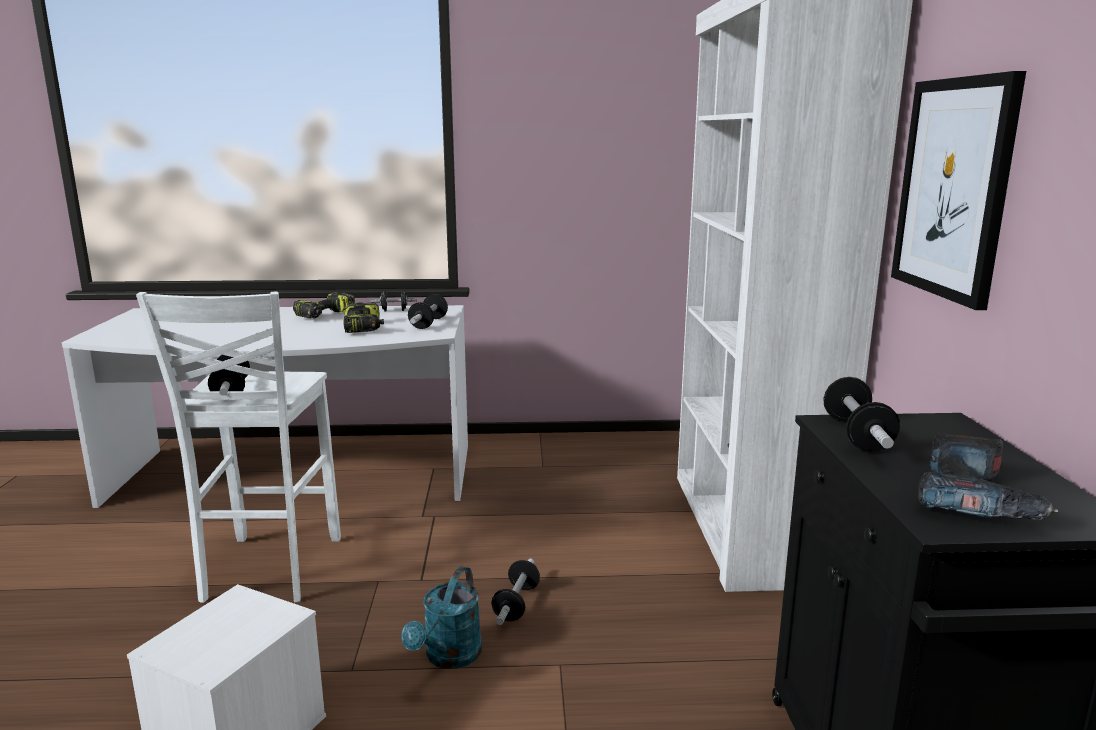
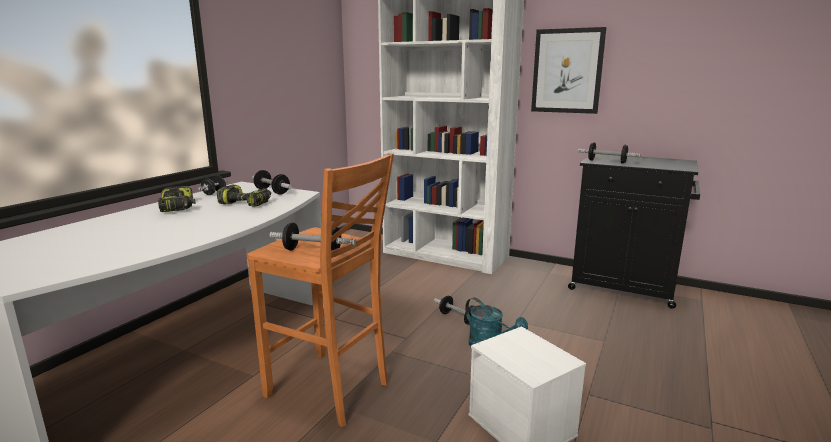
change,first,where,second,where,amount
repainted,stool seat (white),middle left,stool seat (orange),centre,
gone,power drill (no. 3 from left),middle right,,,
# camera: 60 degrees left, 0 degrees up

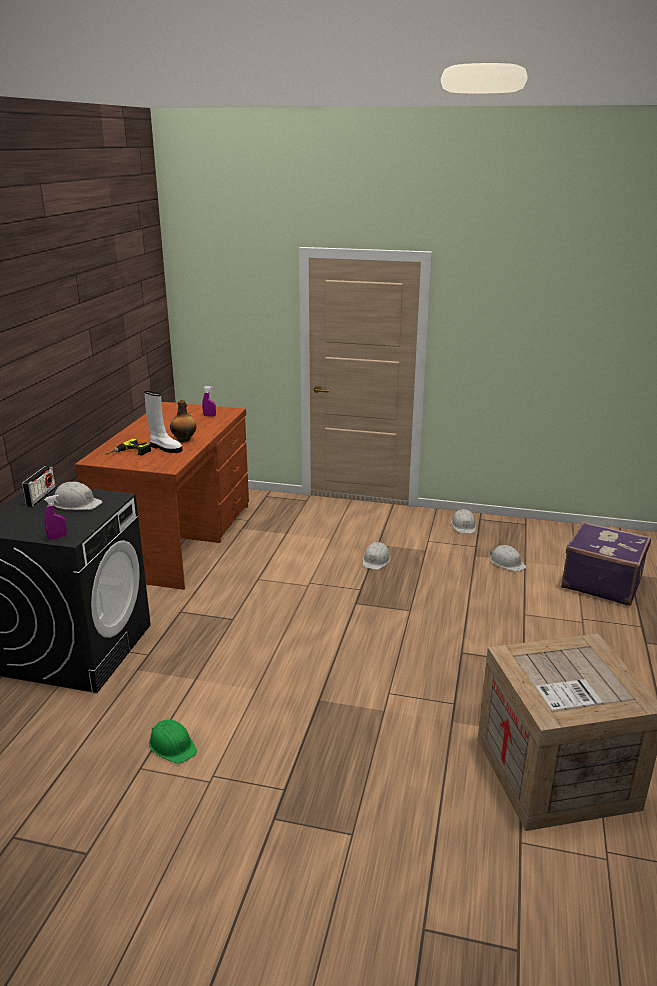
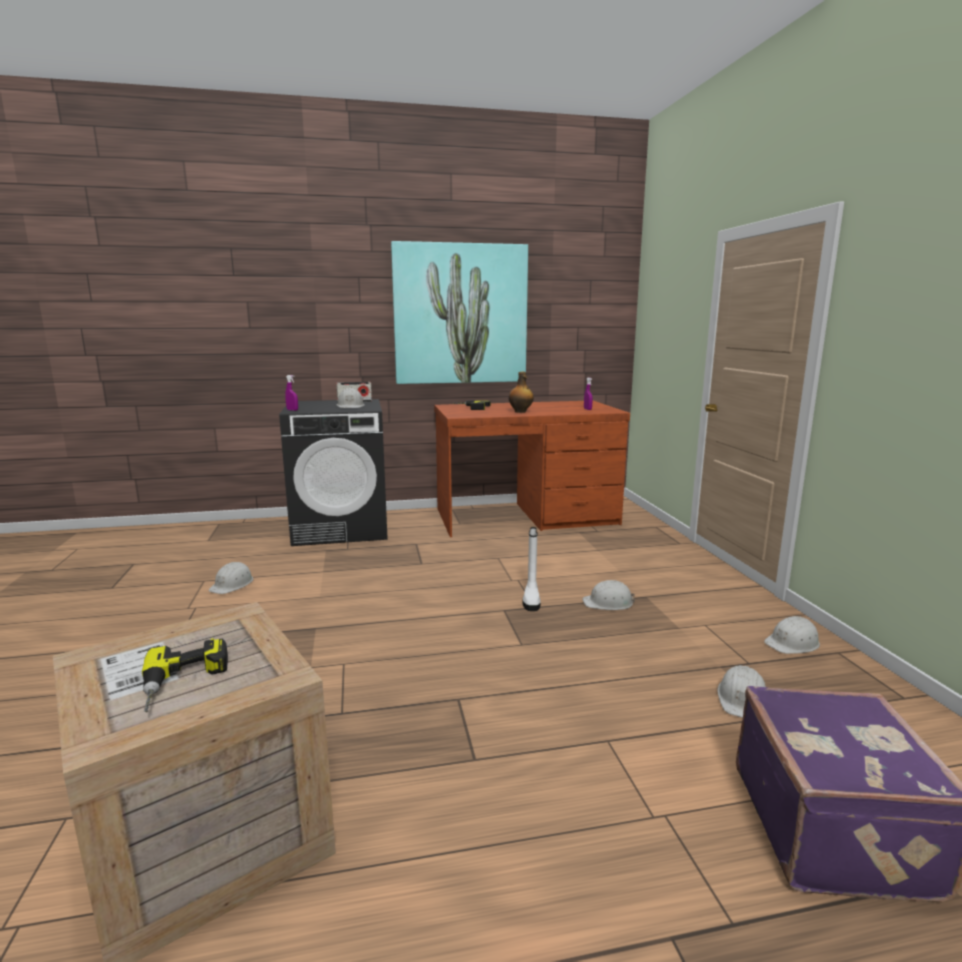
change,first,where,second,where,amount
new,,,power drill (no. 1 from left),bottom left,
repainted,safety helmet (green),bottom left,safety helmet (white) (no. 1 from left),middle left,
new,,,picture,top centre,
shifted,boot (white),middle left,,centre,
# camera: 65 degrees right, 10 degrees down

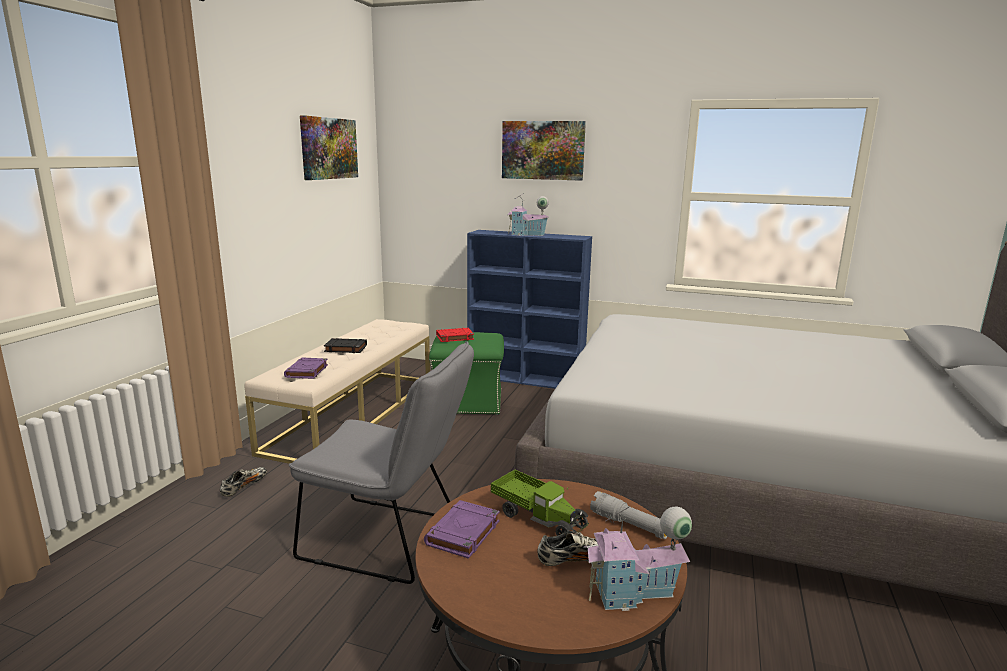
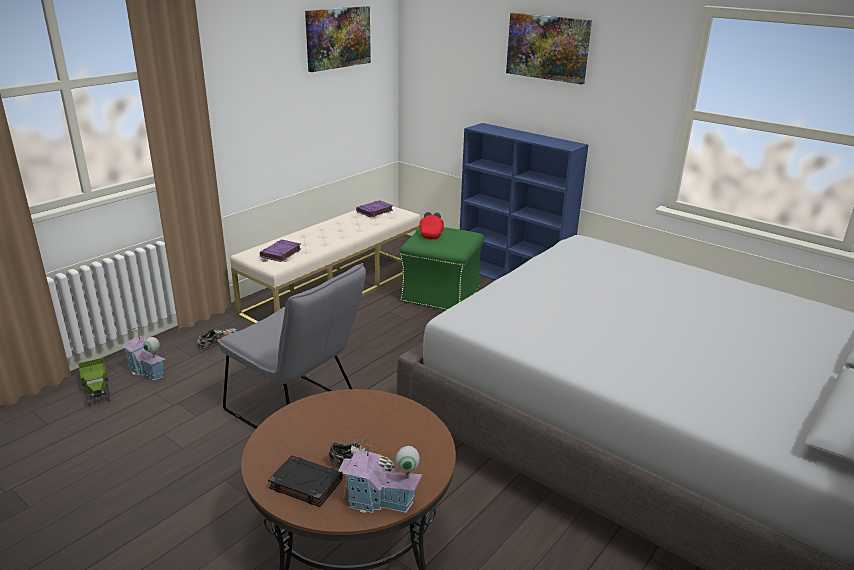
change,first,where,second,where,amount
shifted,model truck,bottom centre,,bottom left,
shifted,miniature house (no. 1 from left),top centre,,middle left,
shifted,volume (blackish),centre,,bottom centre,
shifted,volume (purple-coloured) (no. 2 from left),bottom centre,,centre,
swapped,volume (red-coloured),centre,baseball cap (red-coloured),centre,
gone,torch (grey),bottom centre,,,
# camera: 20 degrees right, 10 degrees up

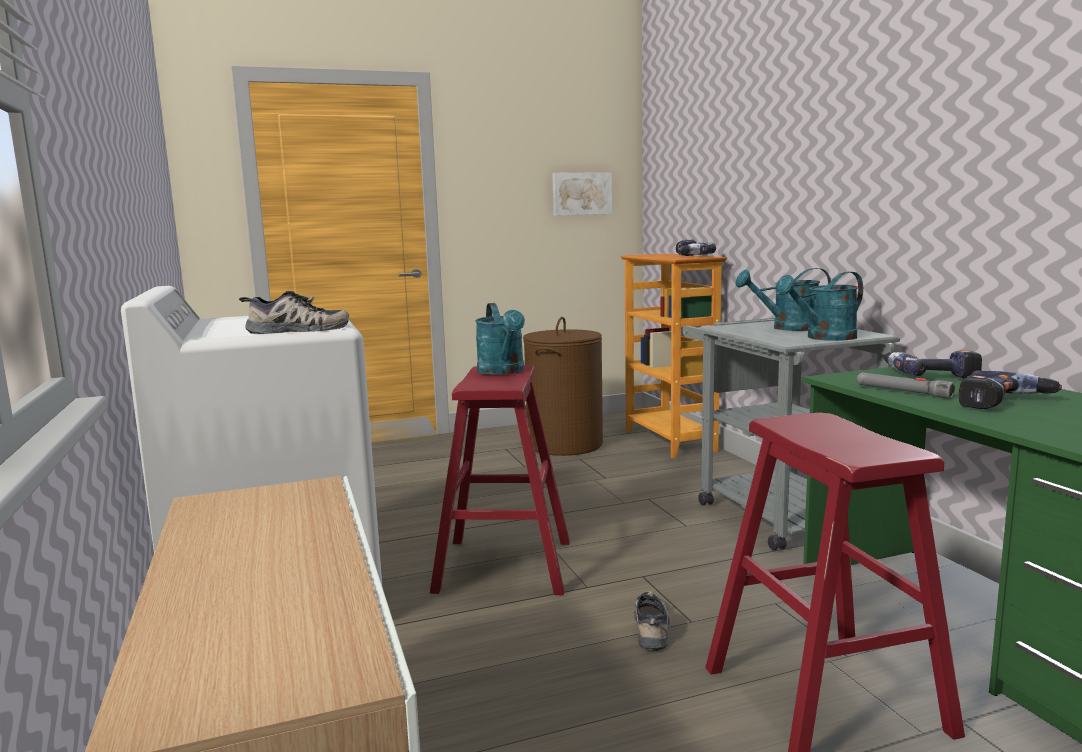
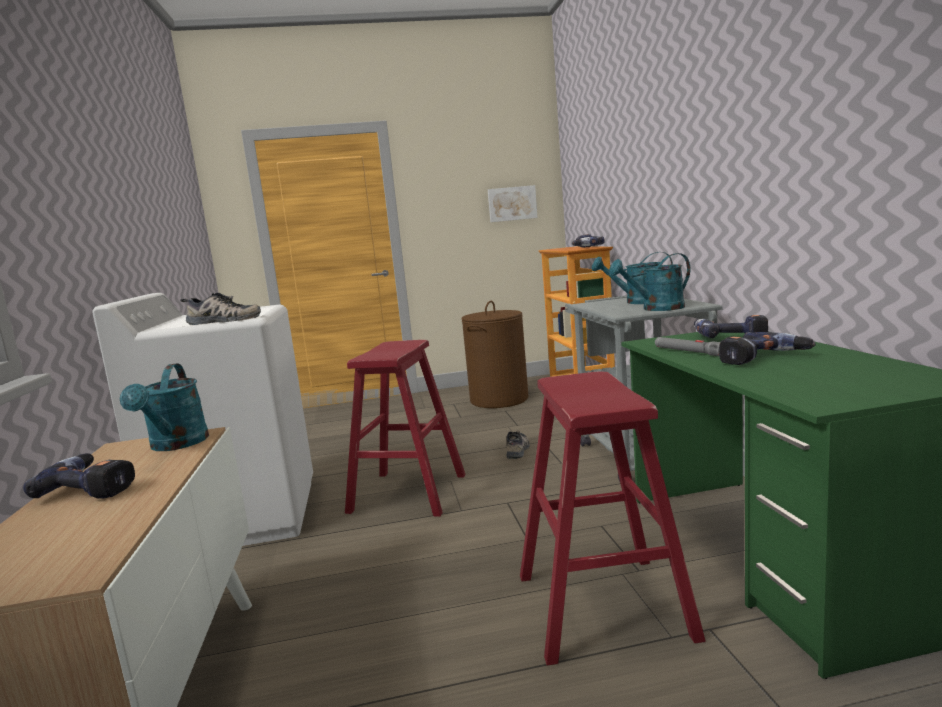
change,first,where,second,where,amount
new,,,power drill (no. 1 from left),bottom left,
shifted,watering can (turquoise-coloured) (no. 1 from left),centre,,middle left,
shifted,shoe (no. 2 from left),bottom centre,,centre,
# camera: 10 degrees right, 0 degrees up

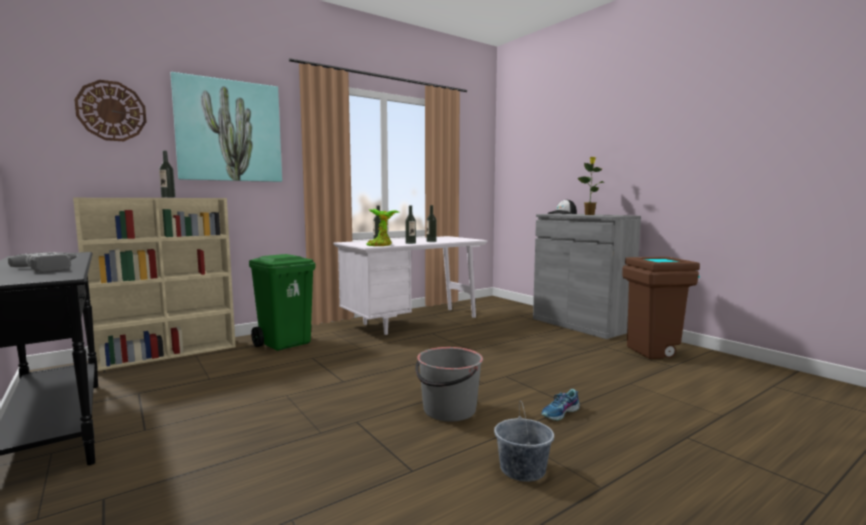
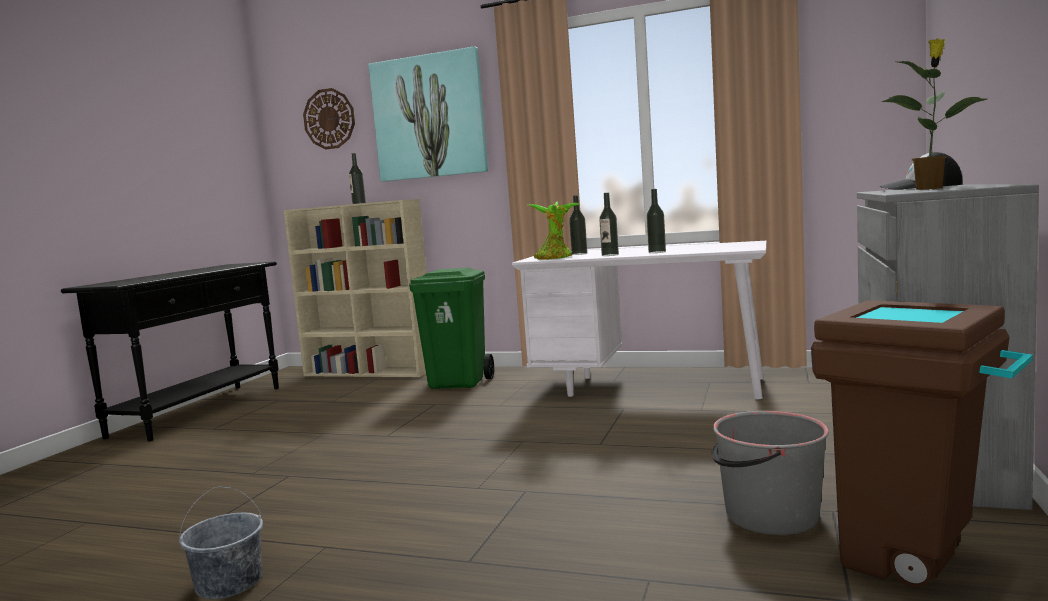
change,first,where,second,where,amount
shifted,water bucket (grey) (no. 1 from left in the first image),bottom centre,water bucket (grey) (no. 2 from left),bottom right,
gone,power drill,middle left,,,
gone,shoe,bottom centre,,,
# camera: 55 degrees right, 0 degrees up

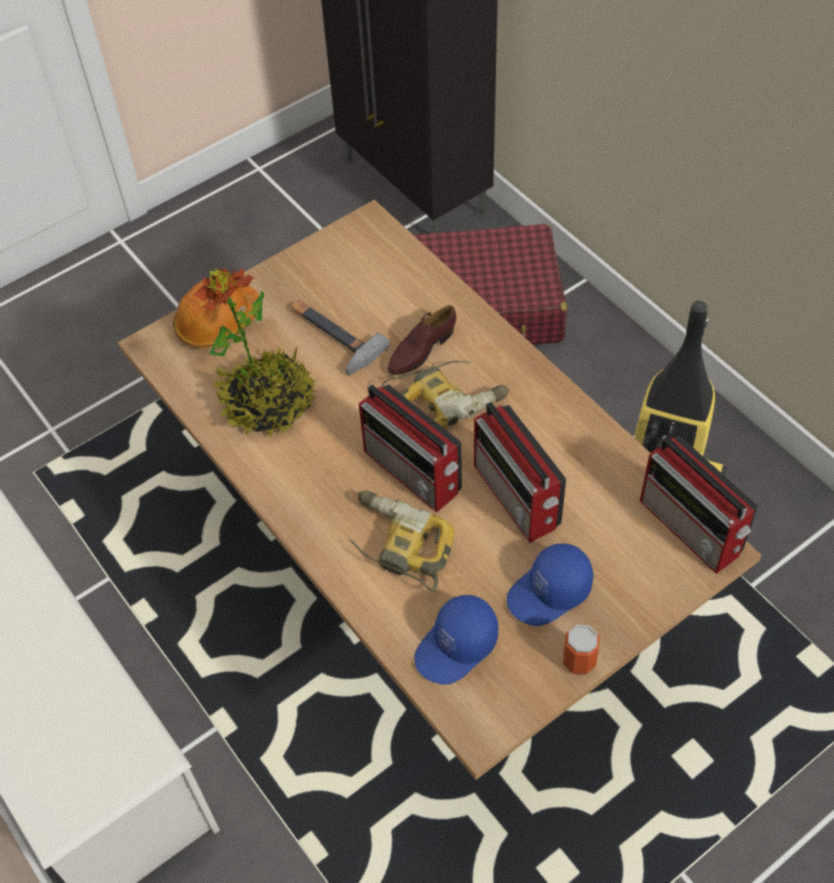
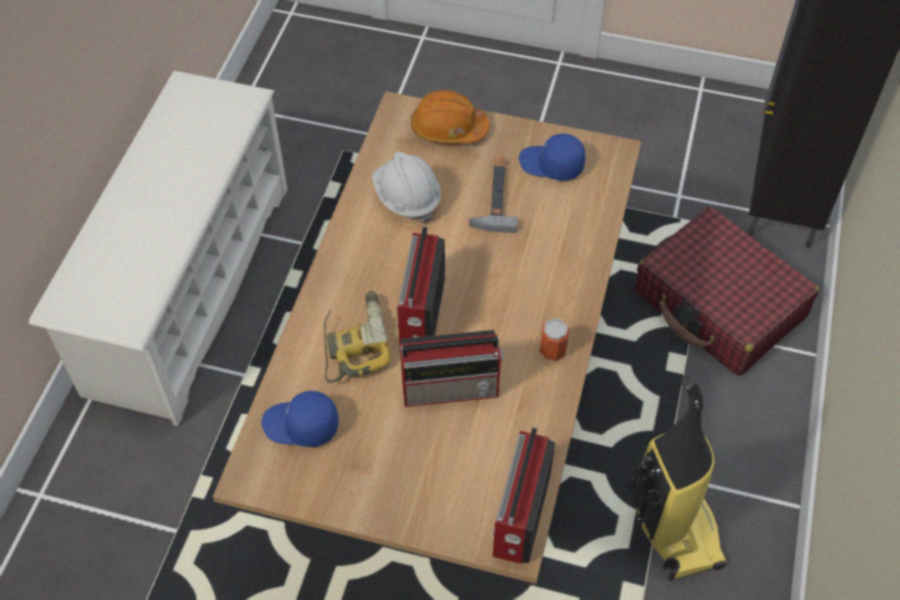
change,first,where,second,where,amount
swapped,potted plant,middle left,safety helmet (white),top centre,
rotated,radio receiver (no. 2 from left),centre,,centre,120 degrees counterclockwise
shifted,baseball cap (blue) (no. 2 from left),centre,,top centre,
shifted,metal can,bottom right,,centre,
gone,power drill (no. 2 from left),centre,,,
gone,shoe (brown-coloured),centre,,,
# camera: 50 degrees right, 0 degrees up

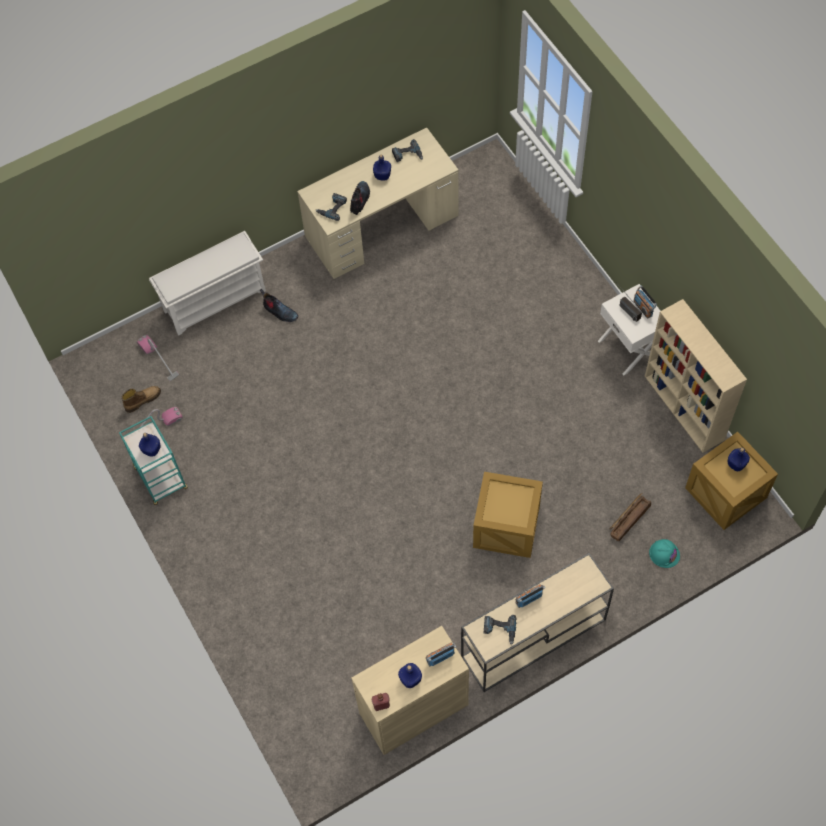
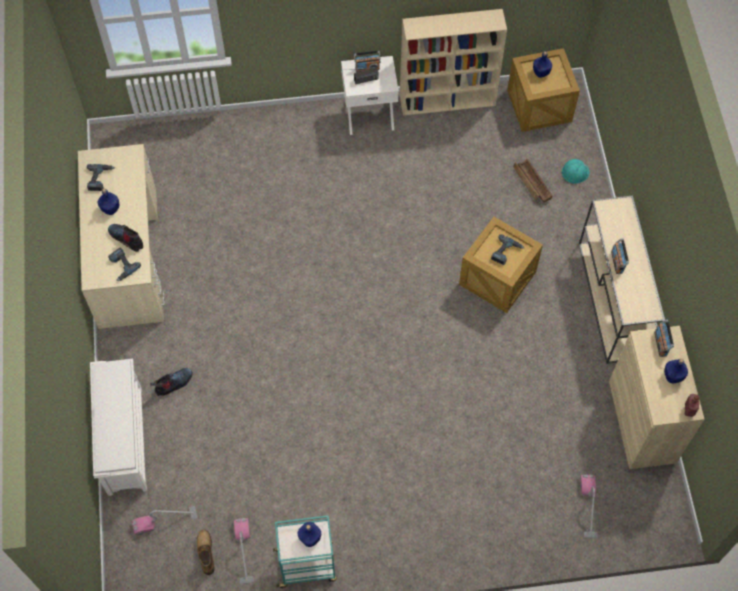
change,first,where,second,where,amount
shifted,power drill (no. 3 from left),bottom centre,,middle right,
new,,,hoover (no. 3 from left),bottom right,
# camera: 70 degrees left, 0 degrees up

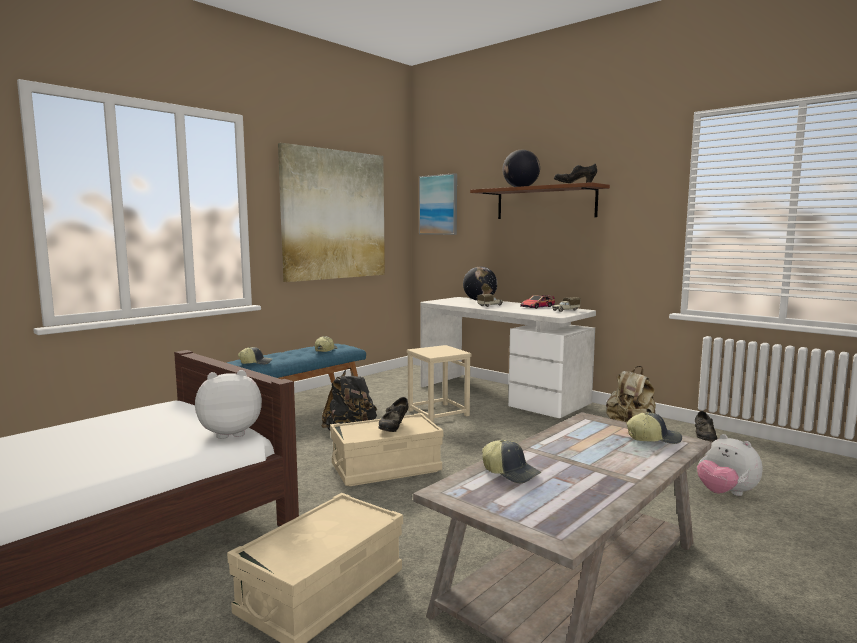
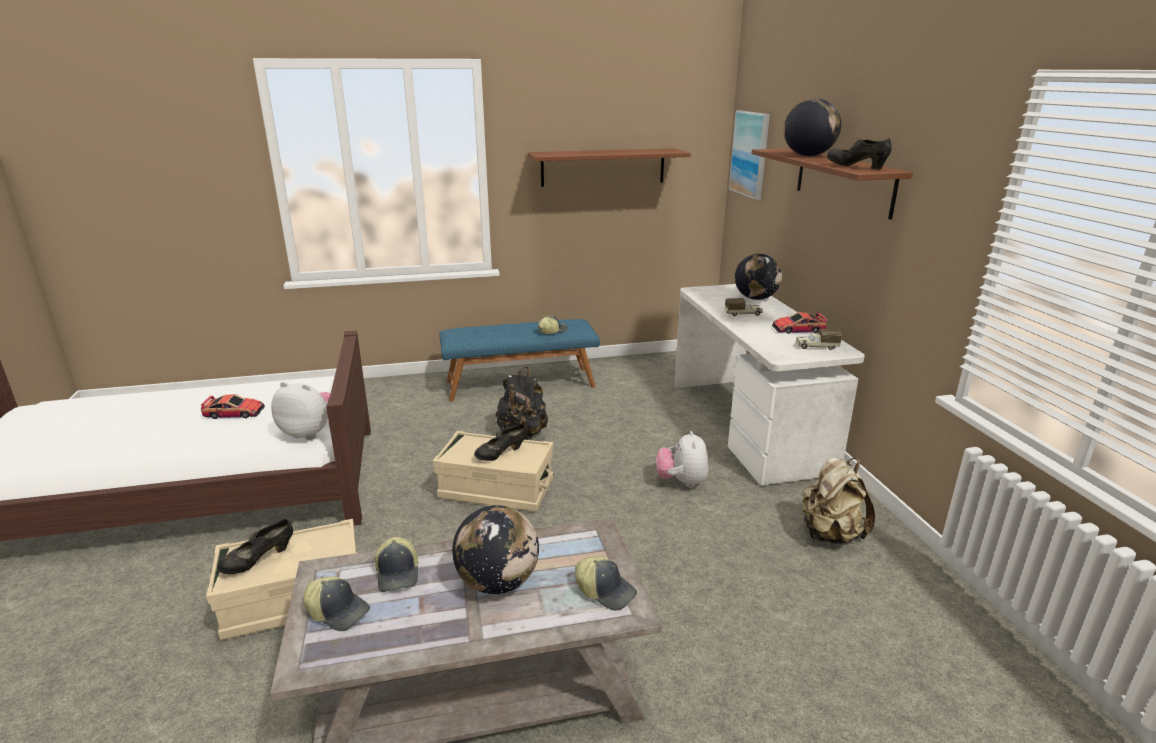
change,first,where,second,where,amount
new,,,miniature car (no. 1 from left),middle left,
shifted,shoe (blackish) (no. 3 from left in the first image),middle right,shoe (blackish) (no. 1 from left),bottom left,
shifted,baseball cap (no. 1 from left),middle left,,bottom left,
new,,,desk globe (no. 1 from left),bottom centre,
swapped,picture (no. 1 from left),top centre,bracket shelf (brown-coloured) (no. 1 from left),top centre,
shifted,cuddly toy (no. 2 from left),bottom right,,centre,
gone,stool seat (beige),centre,,,
# camera: 35 degrees right, 15 degrees up

